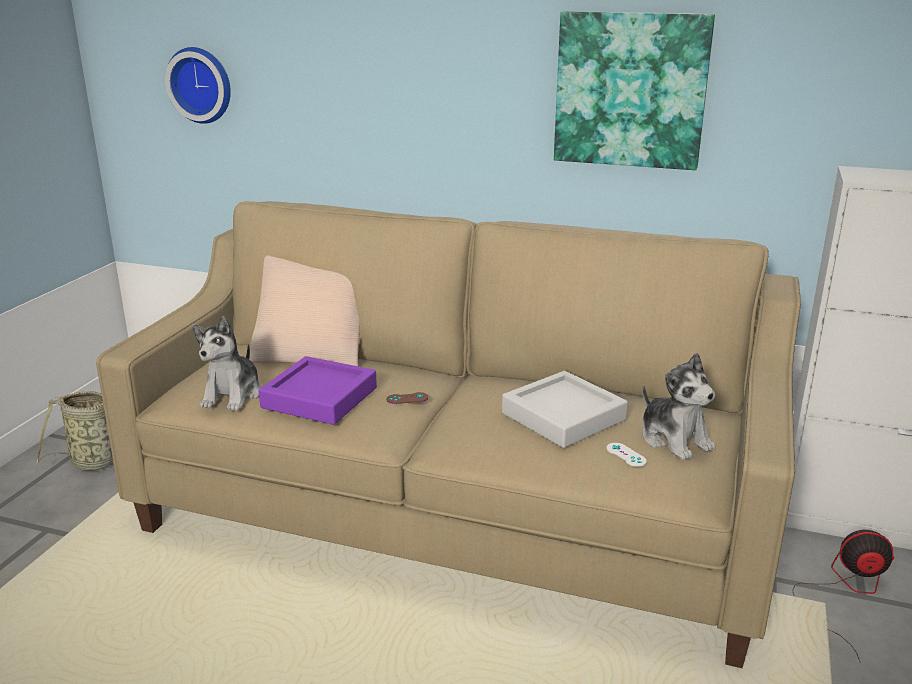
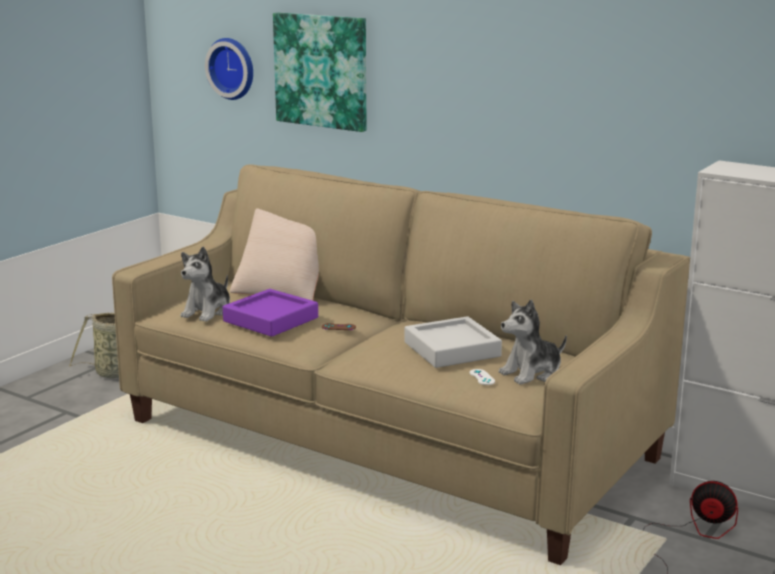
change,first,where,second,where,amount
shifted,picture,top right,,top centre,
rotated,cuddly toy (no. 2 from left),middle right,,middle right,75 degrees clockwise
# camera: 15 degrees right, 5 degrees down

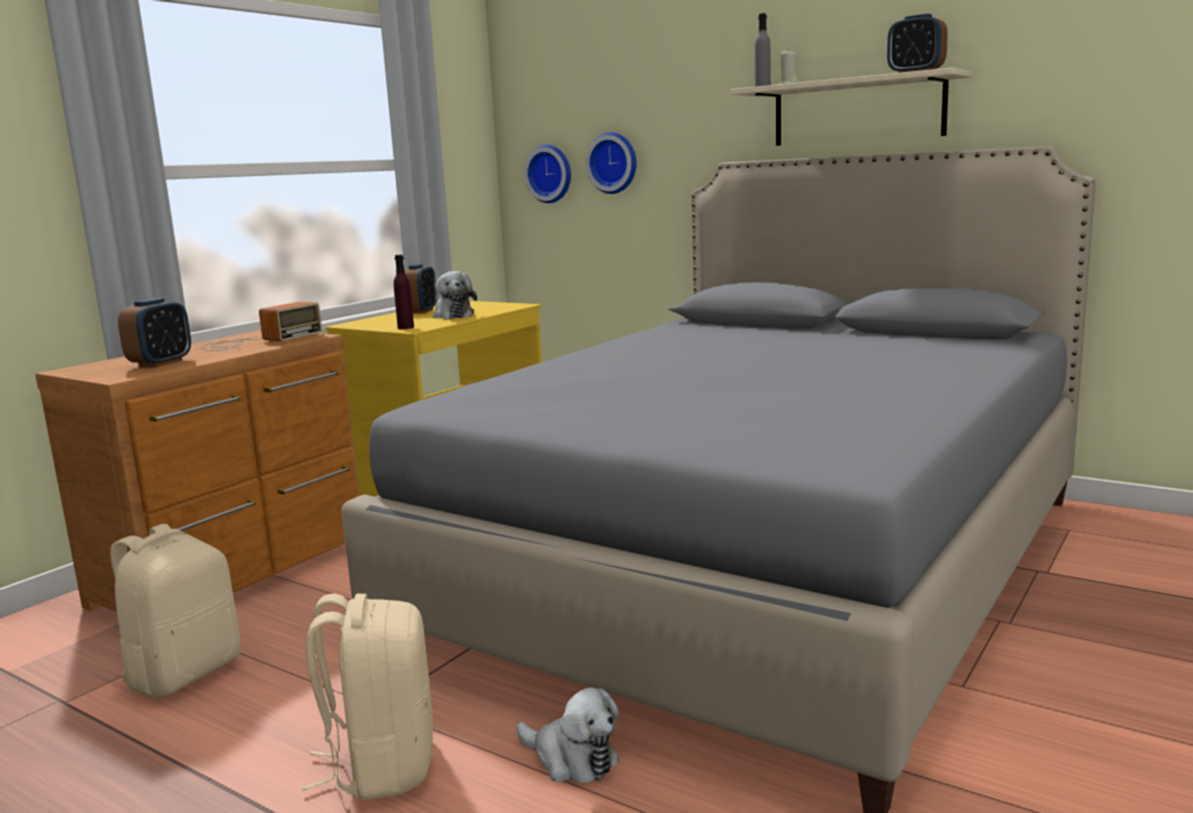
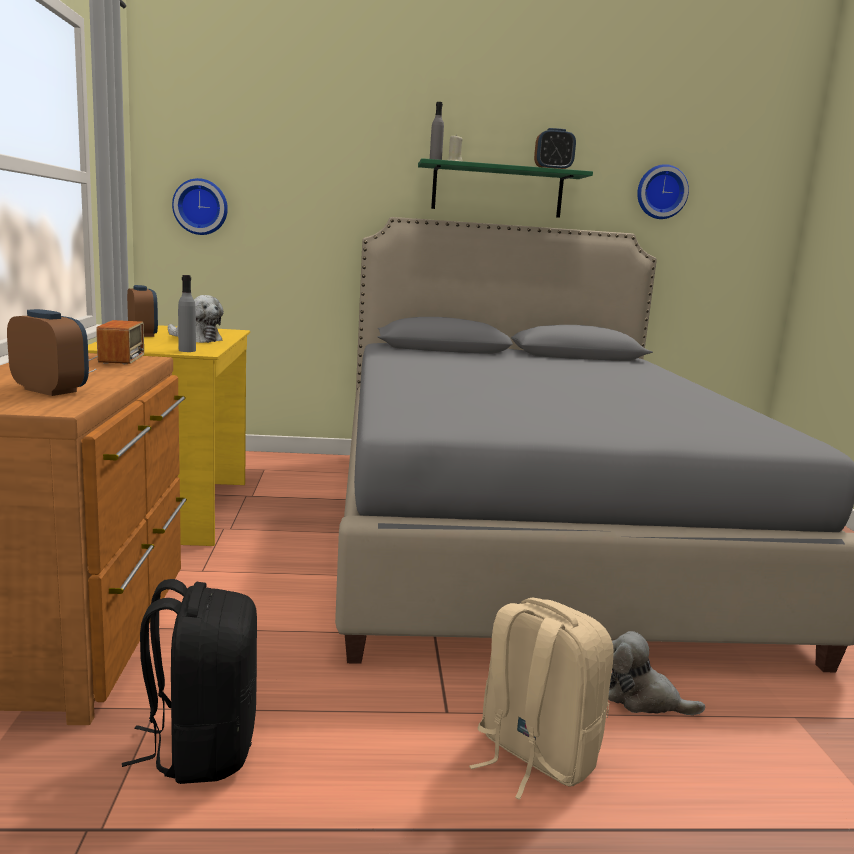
change,first,where,second,where,amount
rotated,alarm clock (no. 1 from left),middle left,,middle left,45 degrees counterclockwise
repainted,knapsack (beige) (no. 1 from left),bottom left,knapsack (blackish),bottom left,
repainted,beverage bottle (purple-coloured),centre,beverage bottle (grey) (no. 1 from left),middle left,
repainted,bracket shelf (beige),top right,bracket shelf (green),top centre,
rotated,cuddly toy (no. 2 from left),bottom centre,,bottom right,150 degrees counterclockwise
shifted,hanging clock (no. 2 from left),top centre,,top right,
# camera: 40 degrees left, 0 degrees up

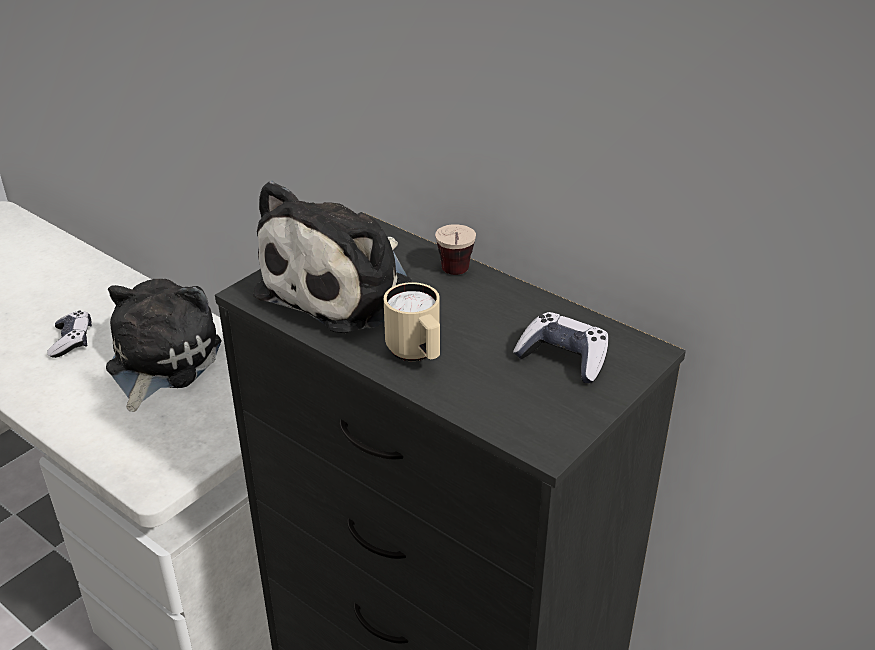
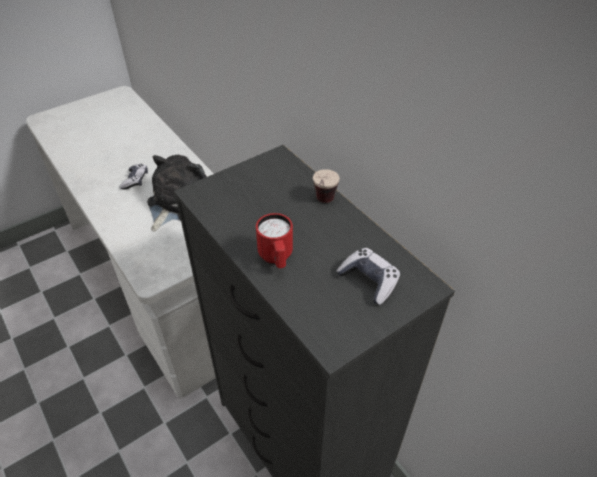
change,first,where,second,where,amount
repainted,tea mug (beige),centre,tea mug (red-coloured),centre,
gone,cuddly toy (no. 2 from left),centre,,,
# camera: 15 degrees right, 10 degrees up

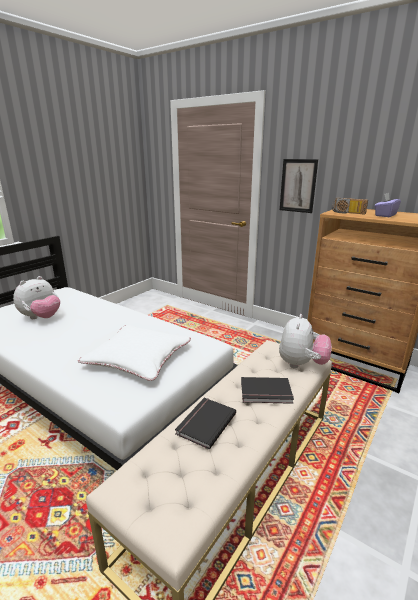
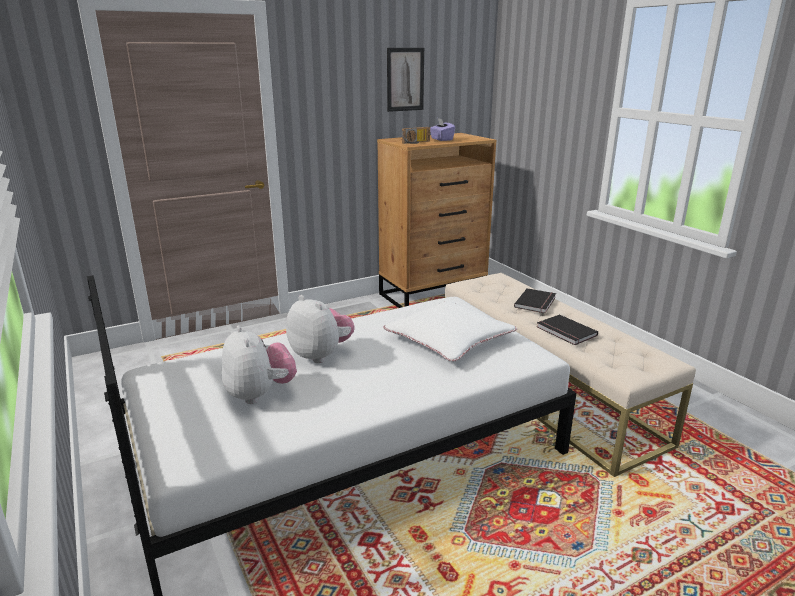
change,first,where,second,where,amount
shifted,cuddly toy (no. 2 from left),middle right,,centre,
shifted,picture,top right,,top centre,
# camera: 65 degrees left, 0 degrees up

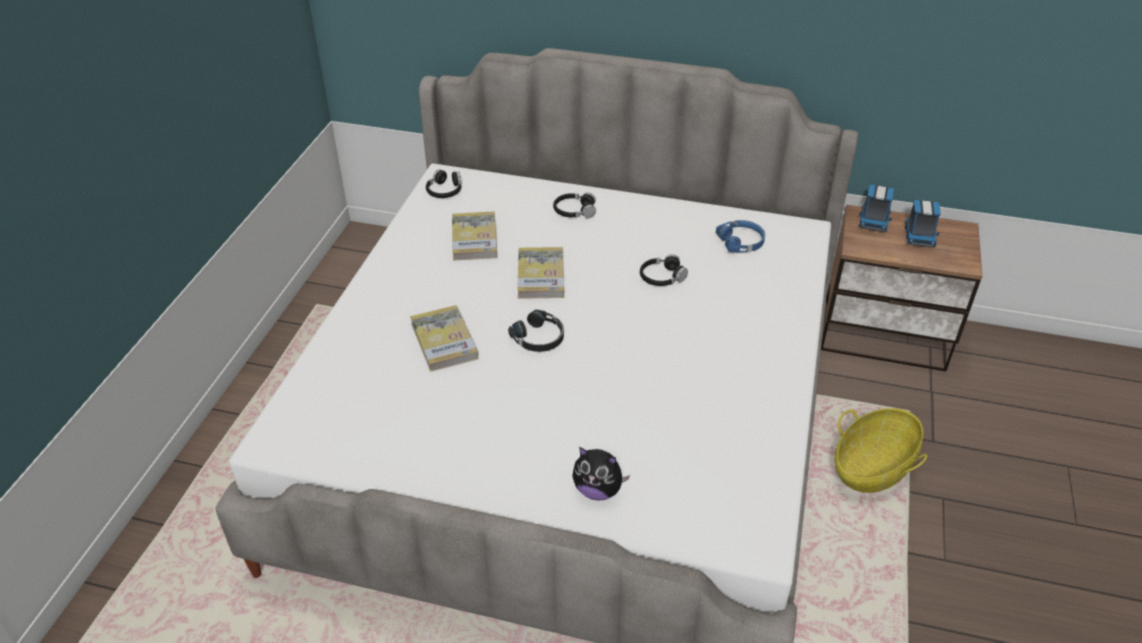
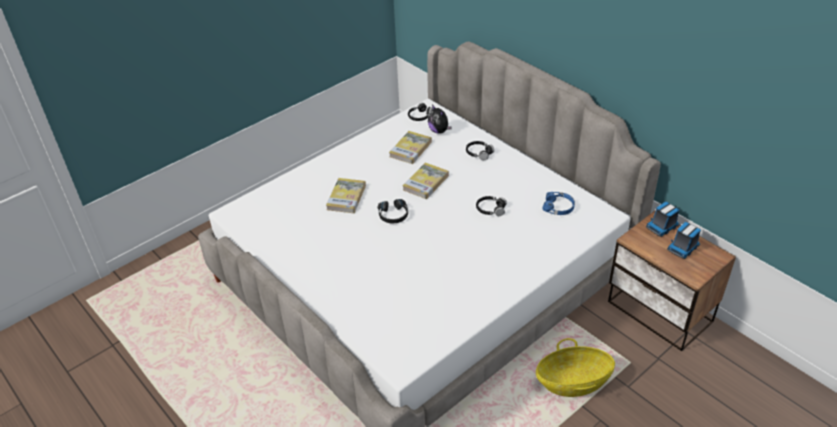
change,first,where,second,where,amount
shifted,cuddly toy,bottom centre,,top centre,
# camera: 35 degrees right, 0 degrees up

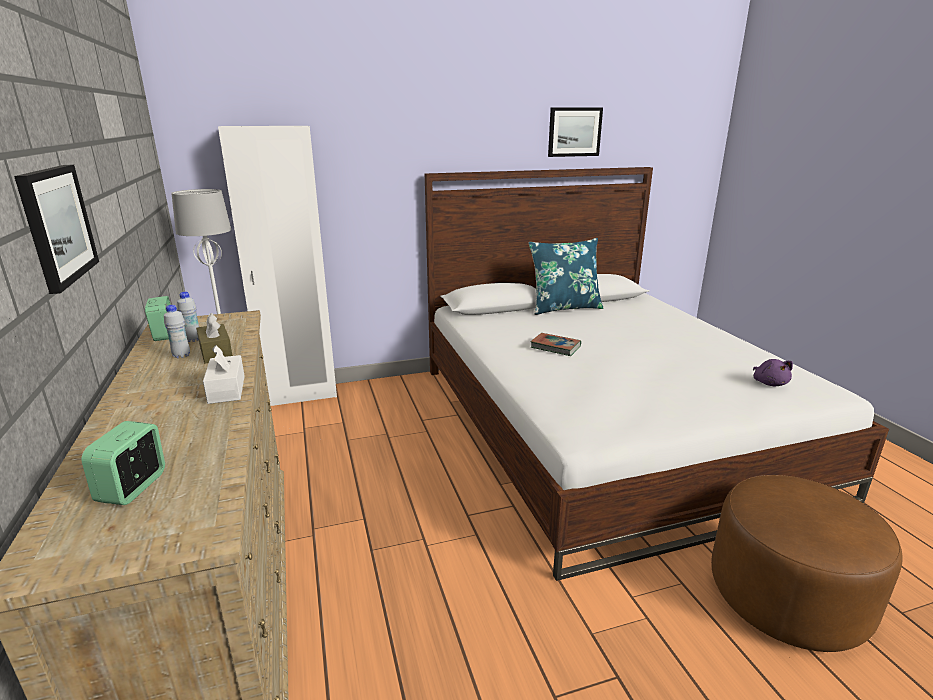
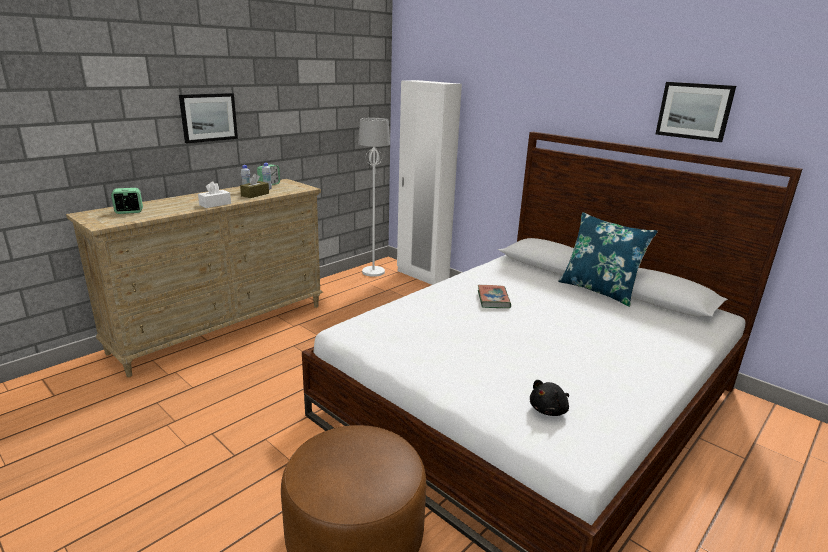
change,first,where,second,where,amount
repainted,cuddly toy (purple-coloured),middle right,cuddly toy (blackish),bottom centre,
# camera: 60 degrees right, 0 degrees up

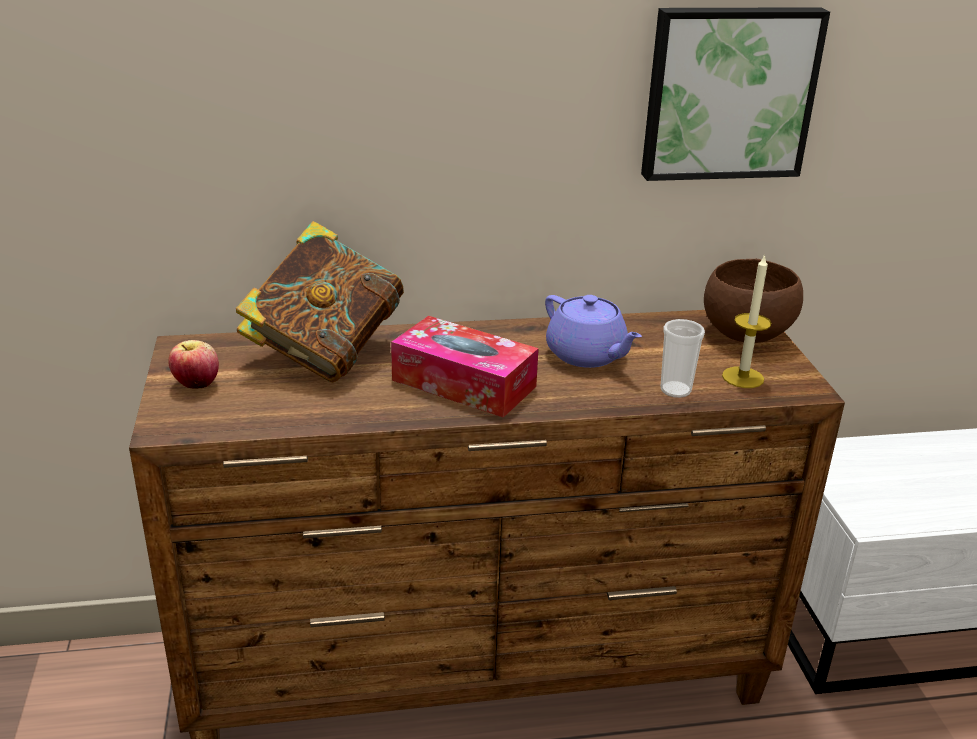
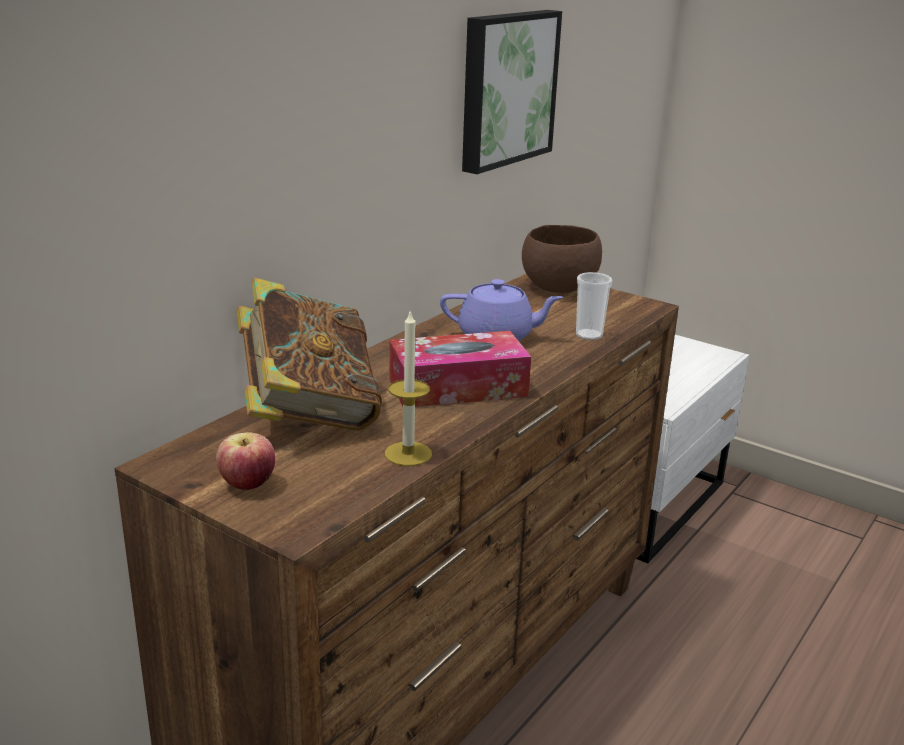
change,first,where,second,where,amount
shifted,candle,middle right,,centre,
# camera: 45 degrees left, 5 degrees down

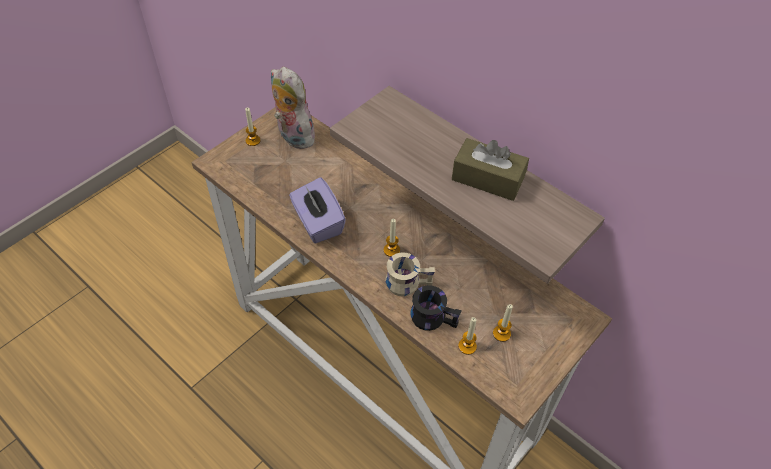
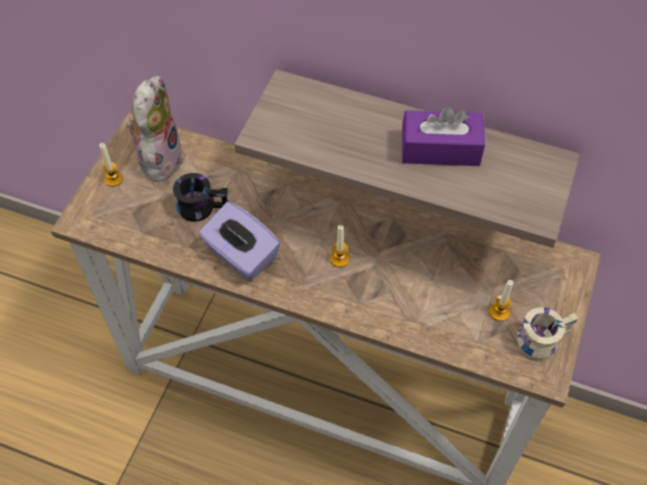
change,first,where,second,where,amount
rotated,cuddly toy,top centre,,top left,75 degrees clockwise
shifted,tea mug (blackish),centre,,middle left,
repainted,box of tissues (brown-coloured),centre,box of tissues (purple-coloured) (no. 2 from left),top right,
shifted,tea mug (beige),centre,,bottom right,
gone,candle (no. 3 from left),bottom centre,,,
# camera: 20 degrees left, 5 degrees up

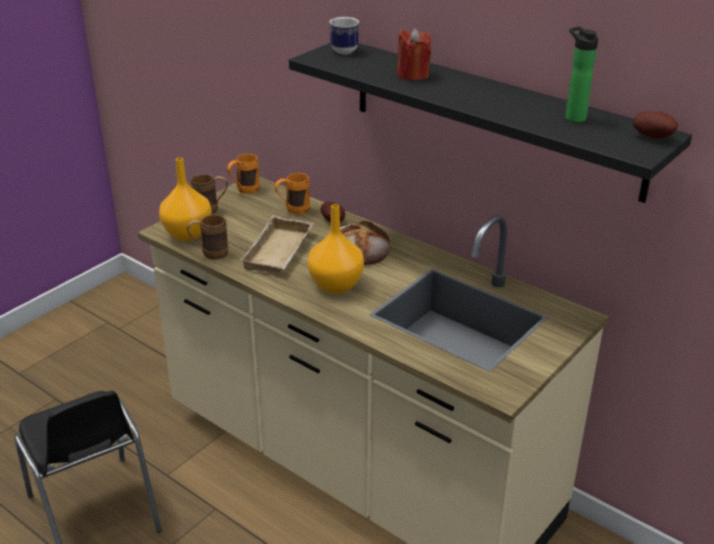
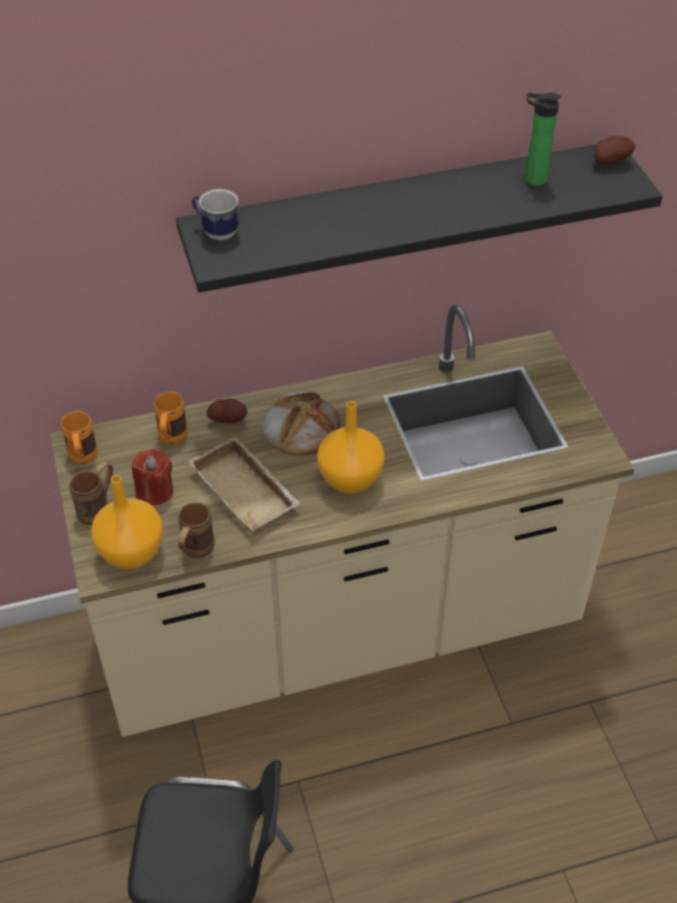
change,first,where,second,where,amount
shifted,candle (red-coloured),top centre,,middle left,
# camera: 55 degrees left, 15 degrees up

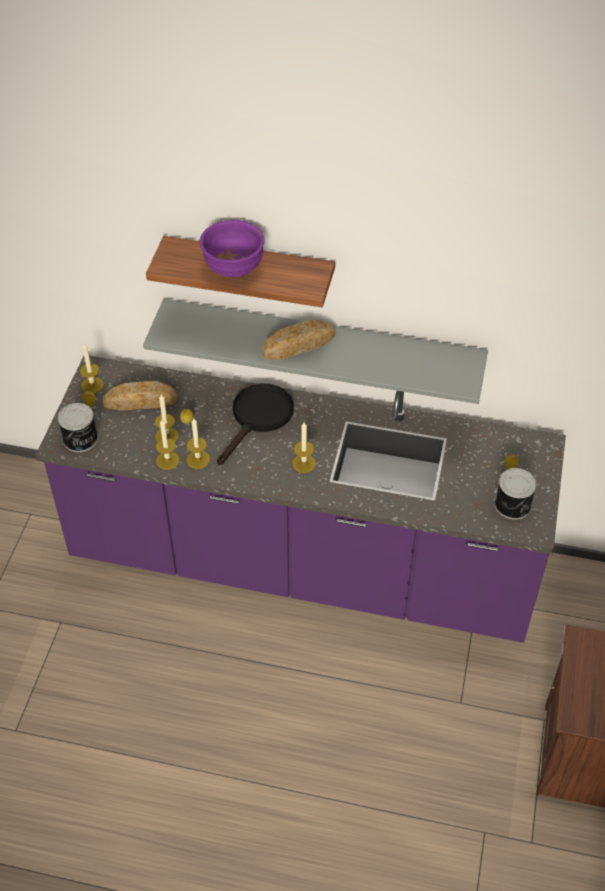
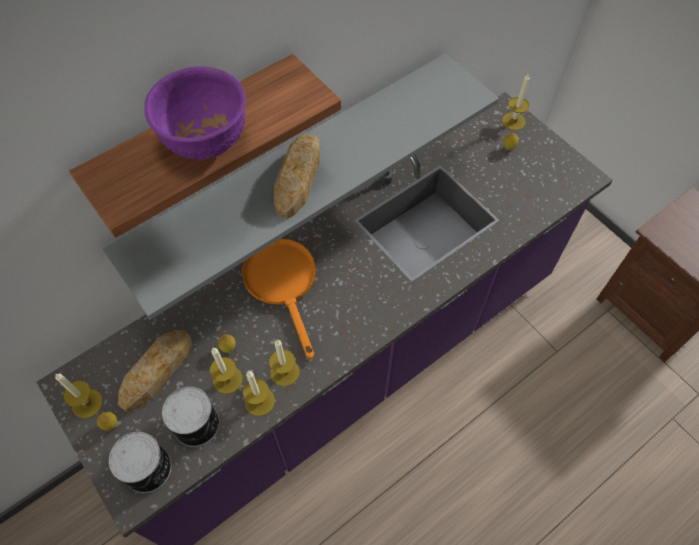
change,first,where,second,where,amount
shifted,metal can (no. 2 from left),middle right,,bottom left,
repainted,skillet (blackish),centre,skillet (orange),centre,
shifted,candle (no. 5 from left),centre,,top right,
# camera: 50 degrees left, 10 degrees up

